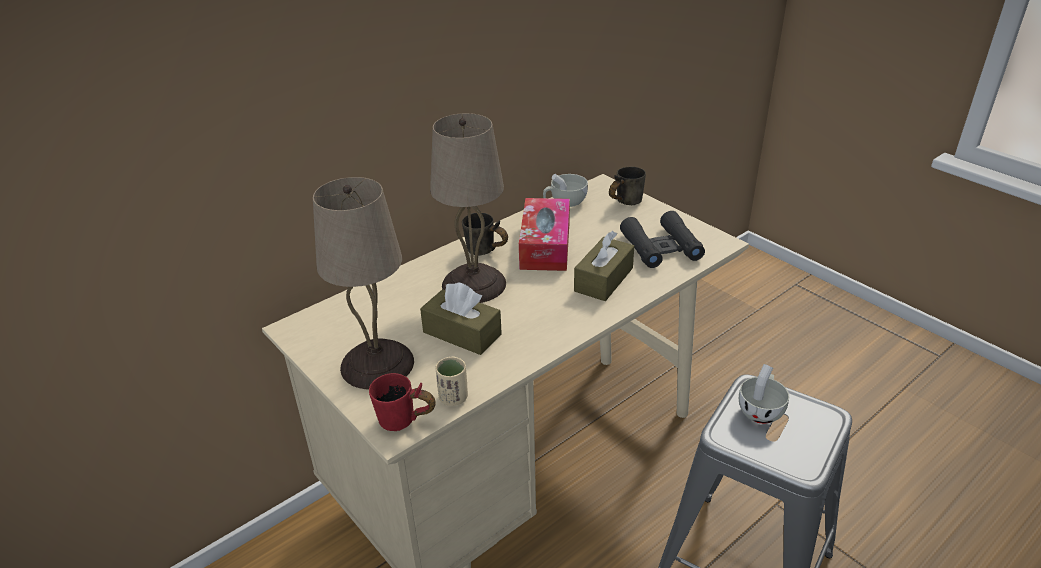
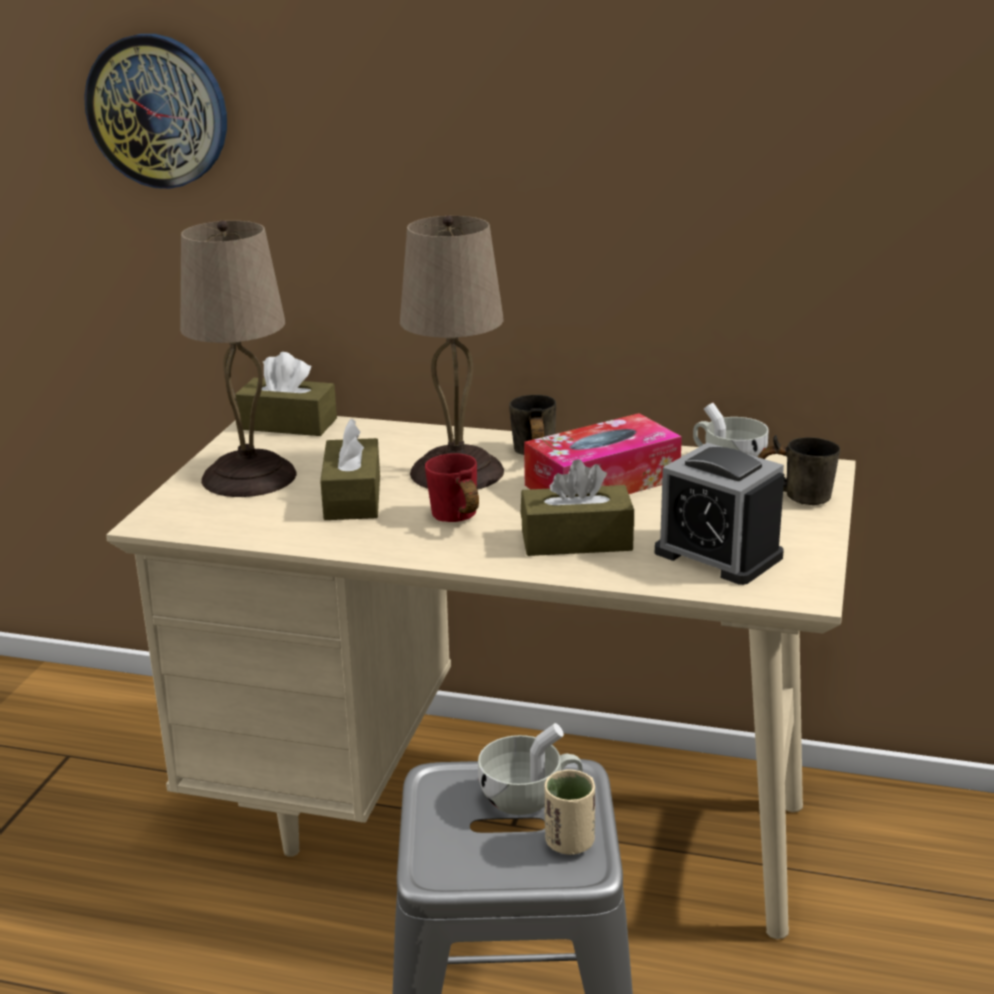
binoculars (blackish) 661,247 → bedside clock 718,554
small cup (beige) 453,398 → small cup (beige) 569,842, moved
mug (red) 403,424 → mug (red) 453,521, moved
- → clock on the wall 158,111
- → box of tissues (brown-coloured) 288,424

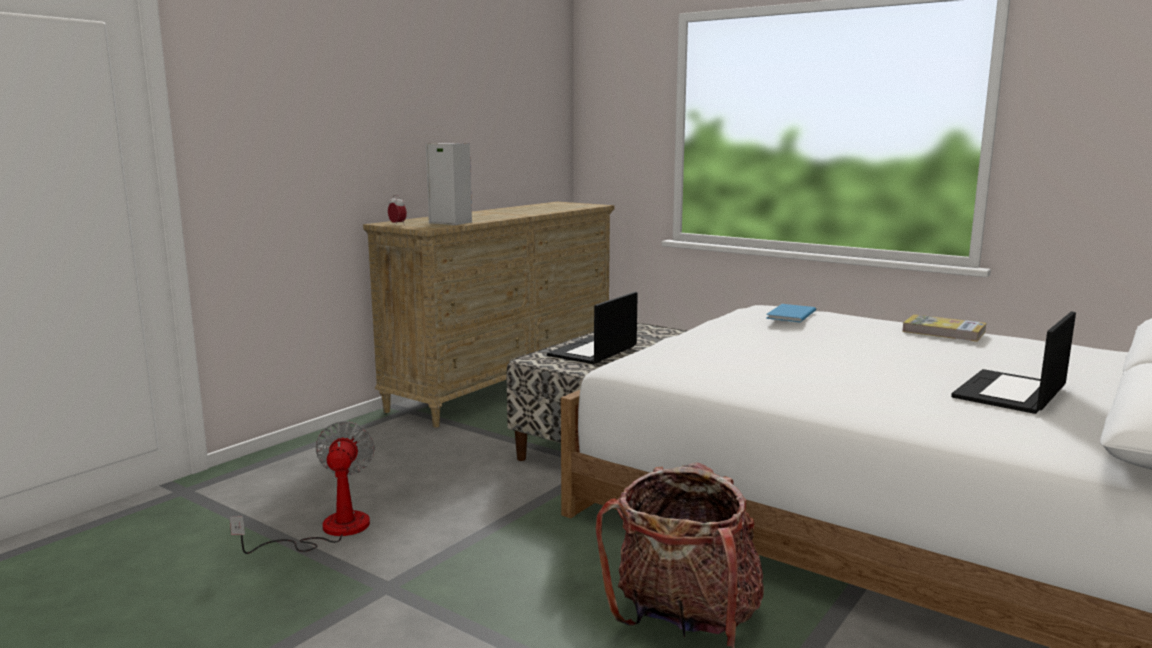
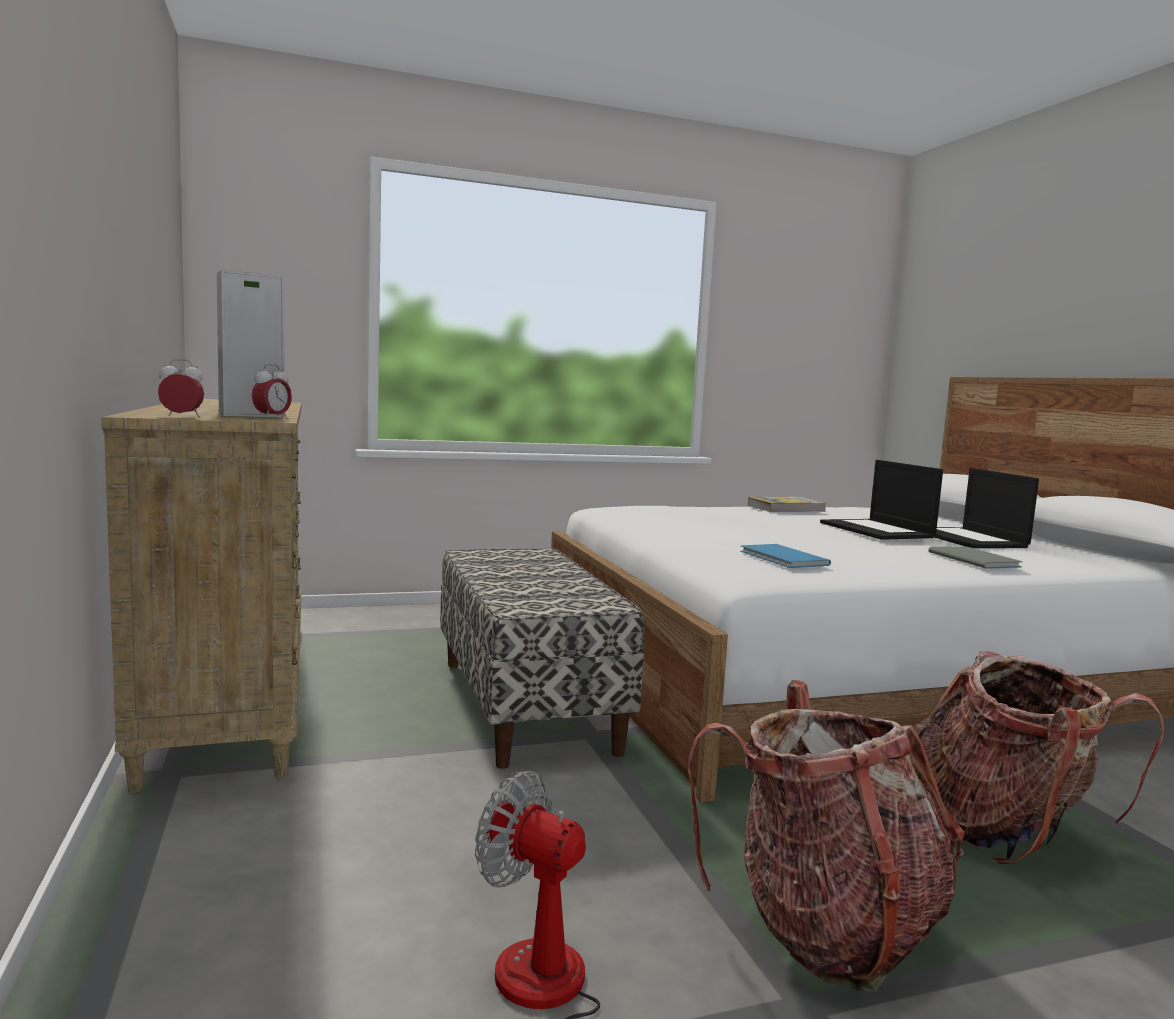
notebook computer 593,351 → notebook computer 877,530, moved
volume (blue) 789,315 → volume (blue) 783,558, moved
- → bedside clock 272,418
- → volume (greyish) 974,559
- → rucksack 827,927

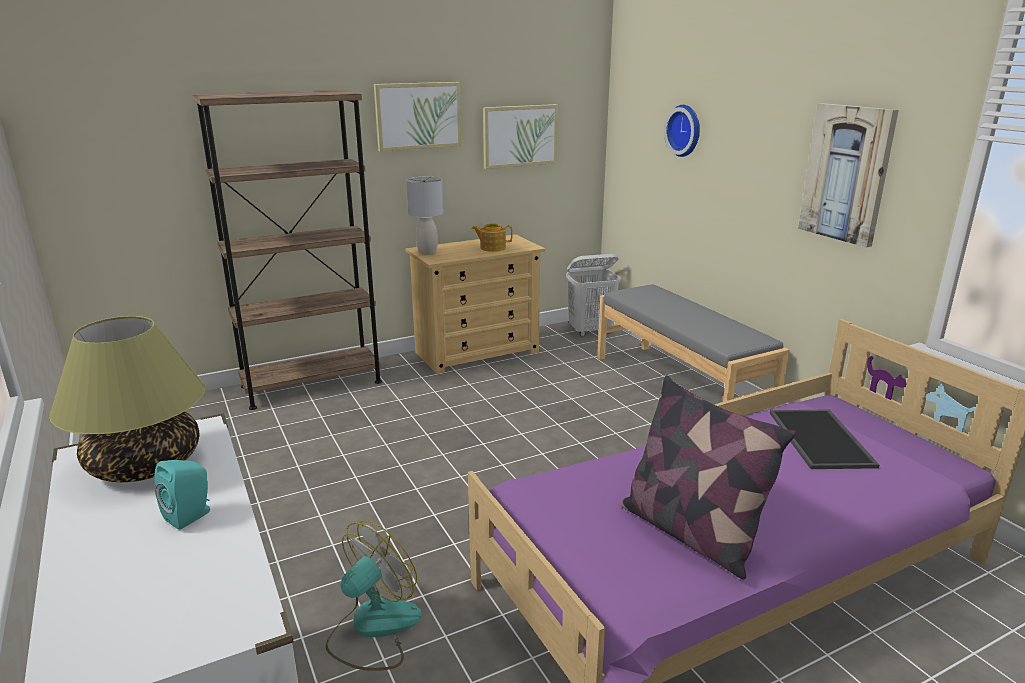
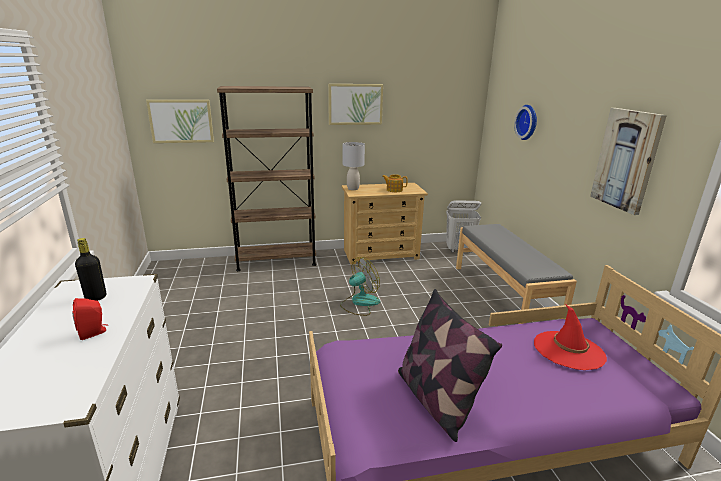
picture 519,136 → picture 181,121, moved
table lamp 146,464 → drink bottle (blackish) 96,297
serving tray 822,439 → wearable hat (red) 568,350
audio speaker (blue-green) 191,515 → audio speaker (red) 94,332
fan 373,628 → fan 359,303, moved

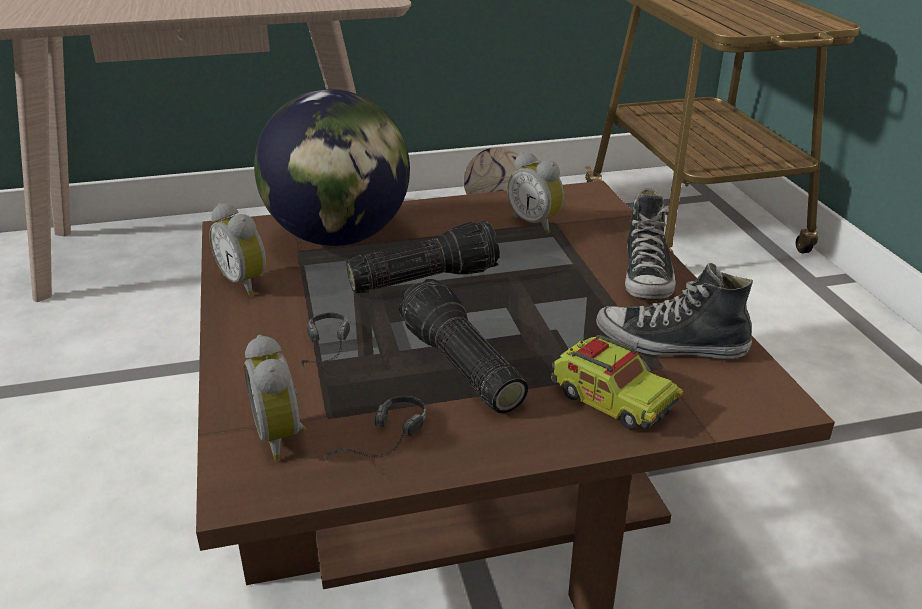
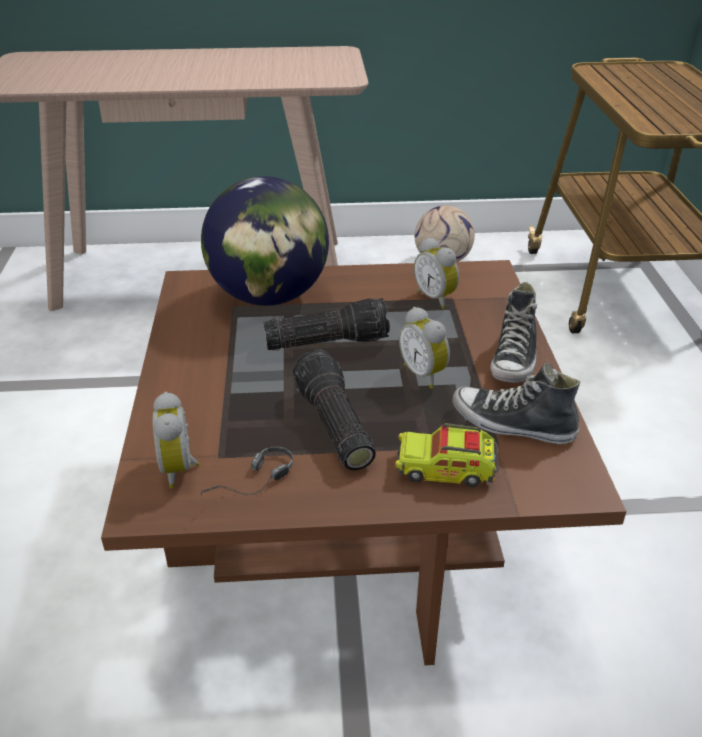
bedside clock 246,282 → bedside clock 425,374, moved
headset 327,354 → -
toy truck 611,400 → toy truck 445,469, 135 degrees clockwise

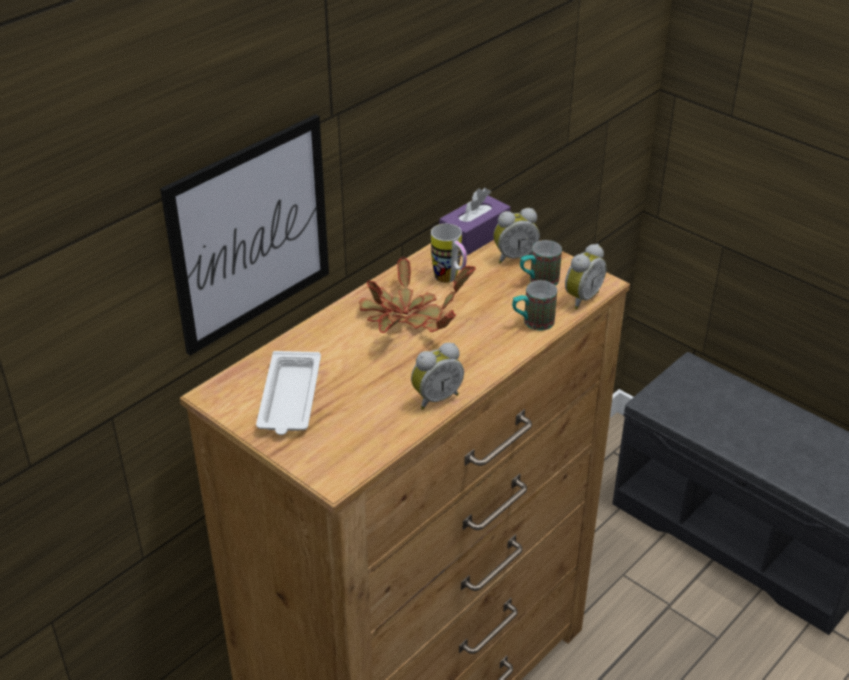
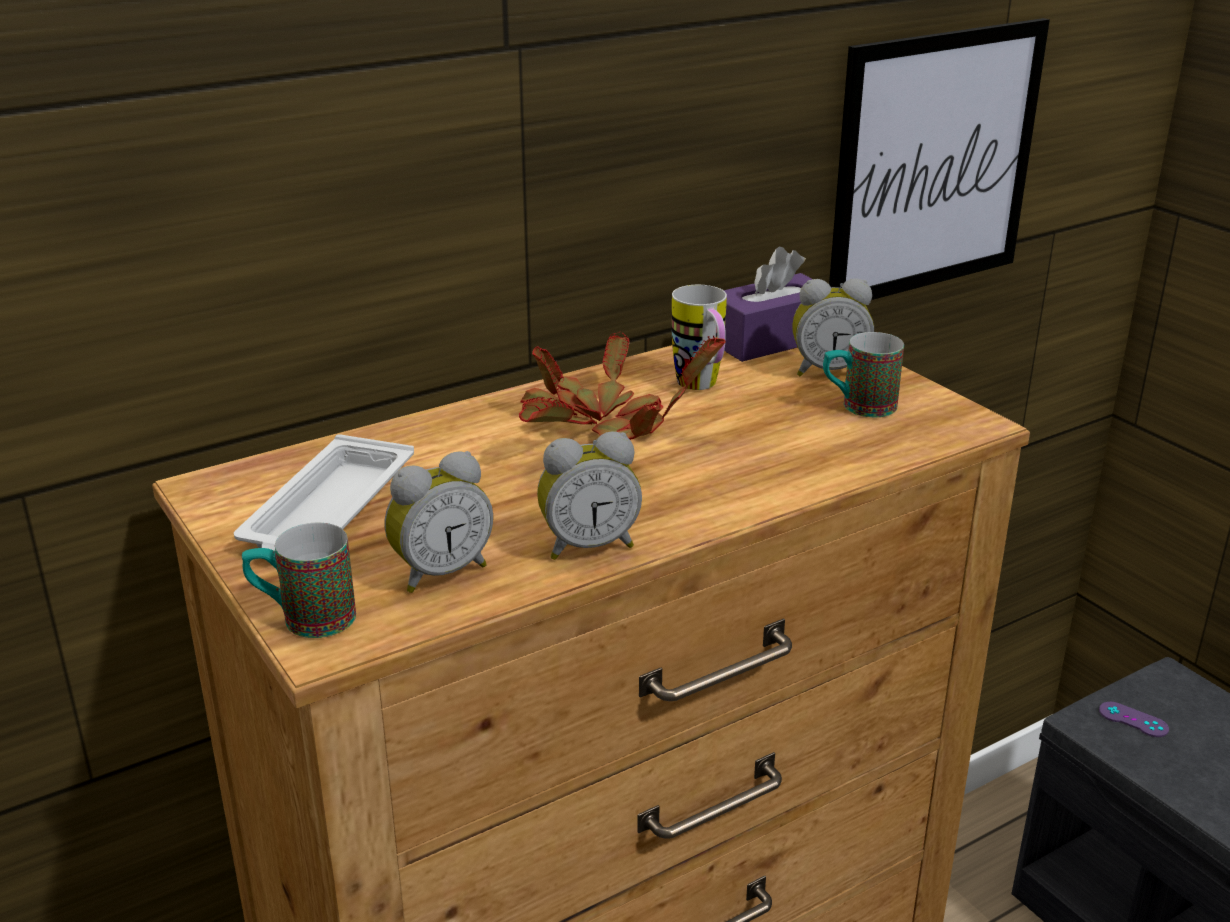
picture 250,234 → picture 935,163, moved
bedside clock 580,298 → bedside clock 440,572, moved
mug 532,323 → mug 304,619, moved
- → gamepad (purple) 1133,720

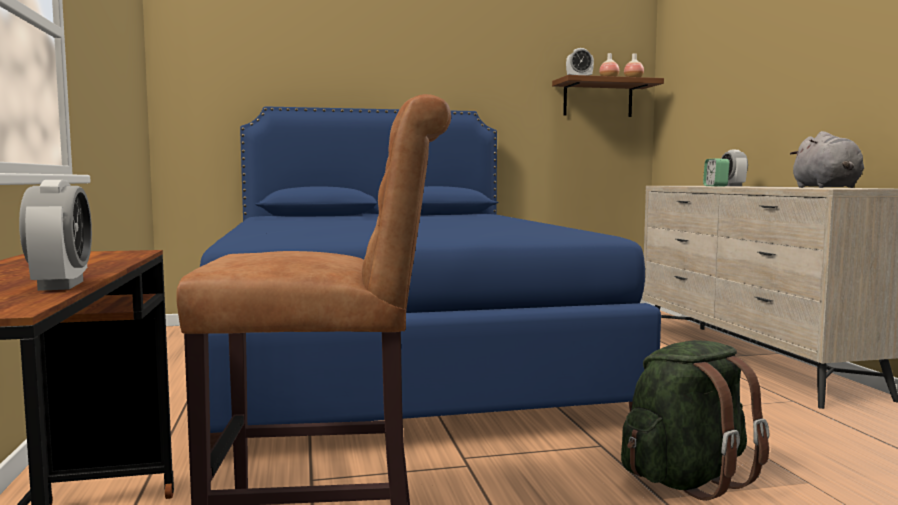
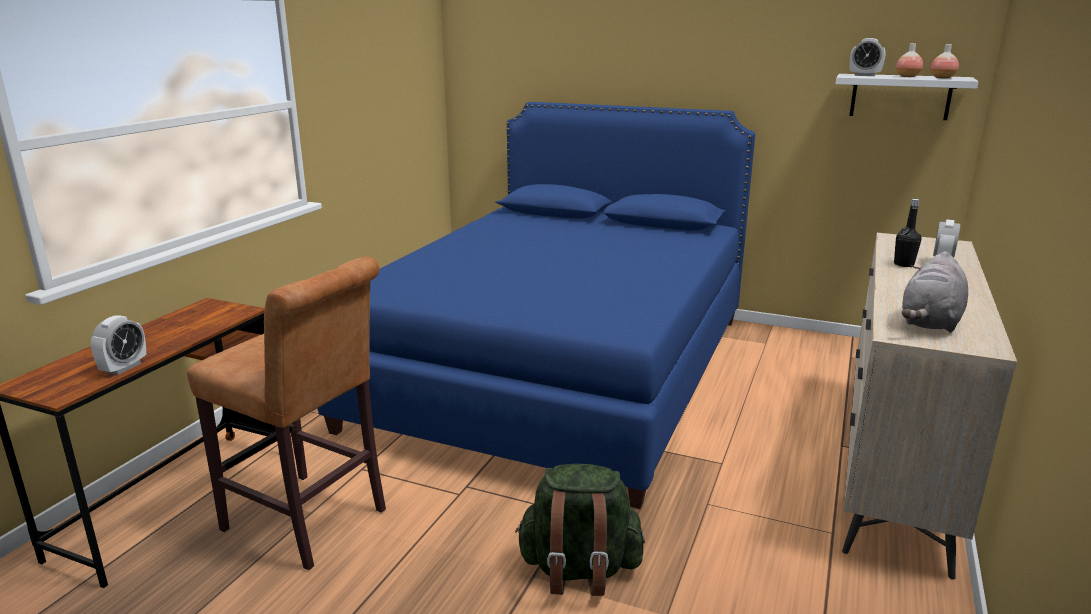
bracket shelf (brown-coloured) 597,99 → bracket shelf (whitish) 900,96
bedside clock 715,186 → drink bottle (blackish) 903,264

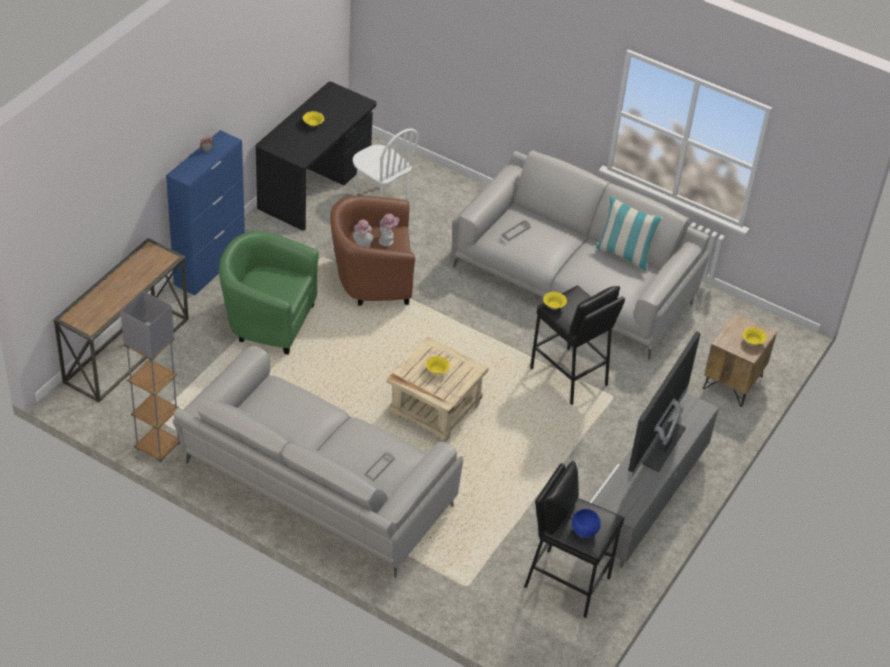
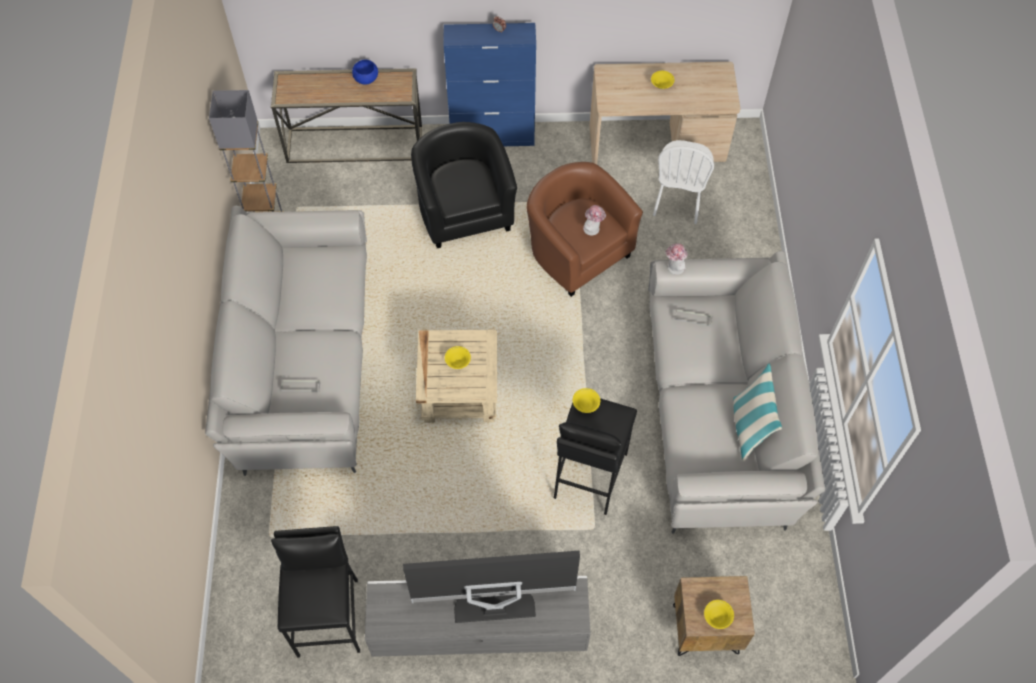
desk unit (blackish) 316,185 → desk unit (beige) 657,144
wearable hat 362,246 → wearable hat 673,268, moved
easy chair (green) 267,320 → easy chair (blackish) 464,211
bowl (blue) 584,530 → bowl (blue) 366,79, moved

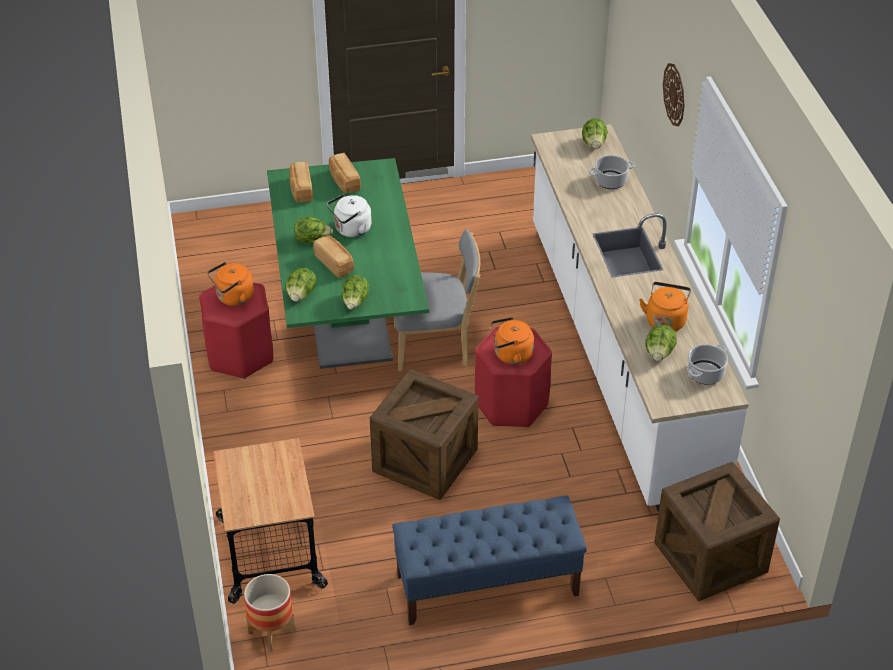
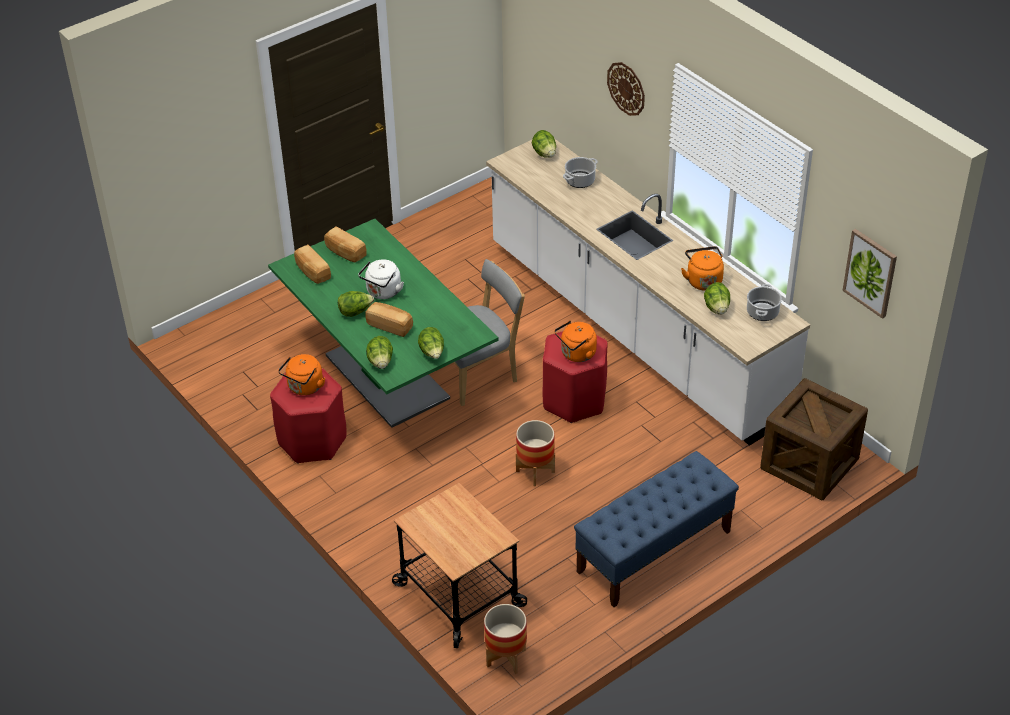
crate 425,460 → plant pot 535,471
- → picture 870,272

